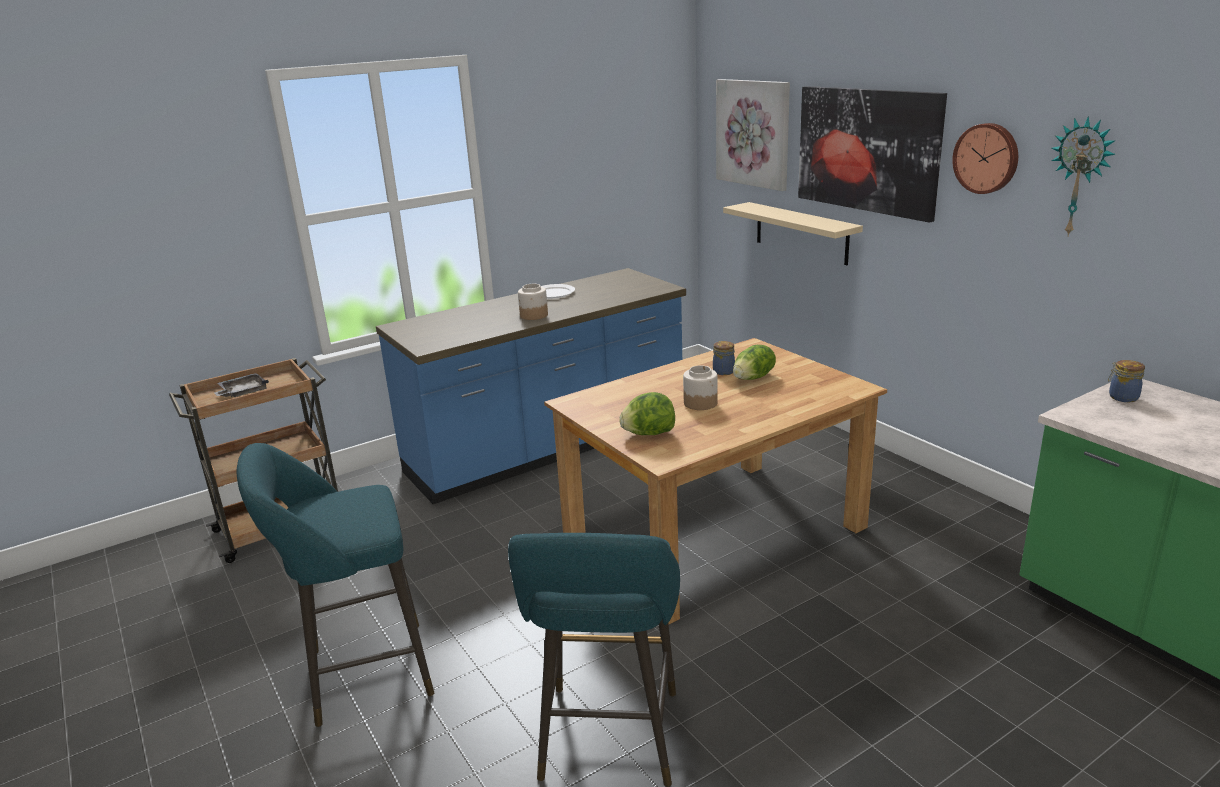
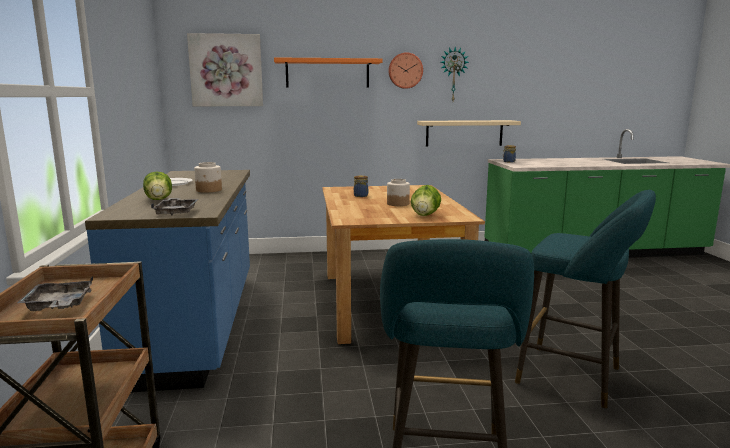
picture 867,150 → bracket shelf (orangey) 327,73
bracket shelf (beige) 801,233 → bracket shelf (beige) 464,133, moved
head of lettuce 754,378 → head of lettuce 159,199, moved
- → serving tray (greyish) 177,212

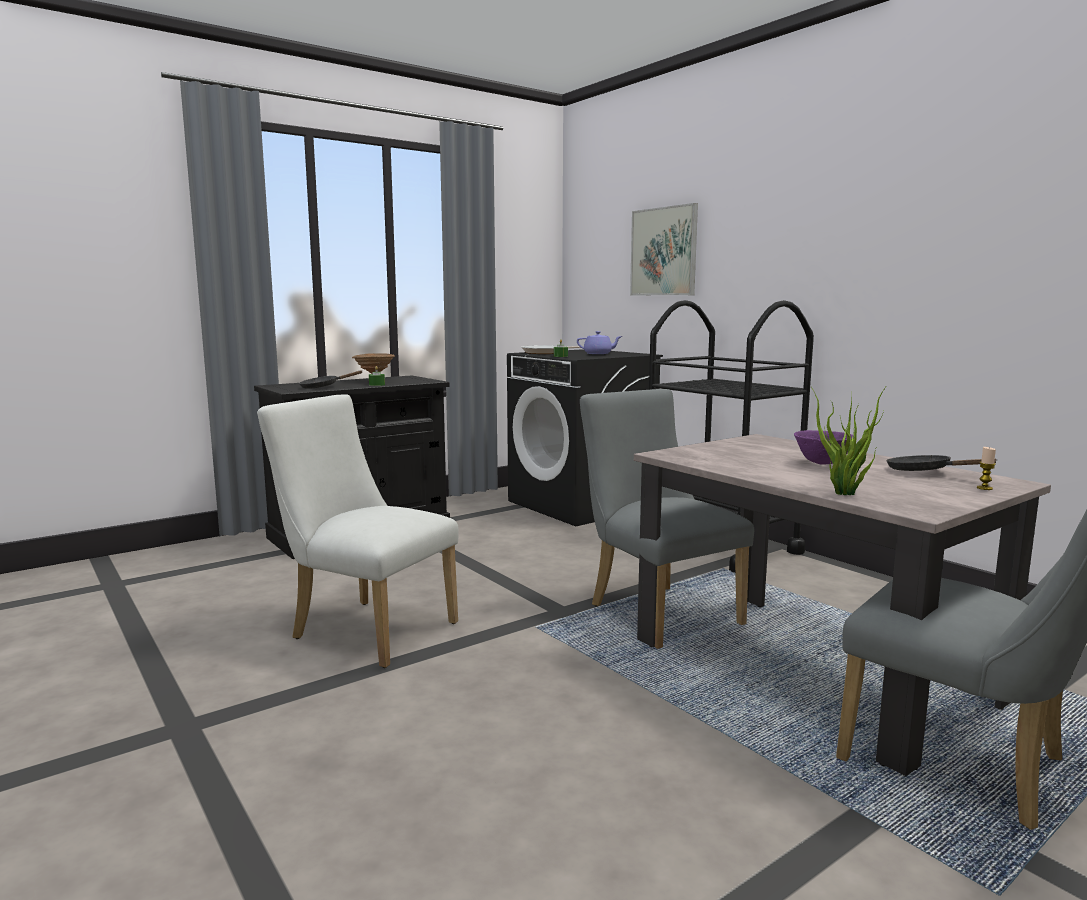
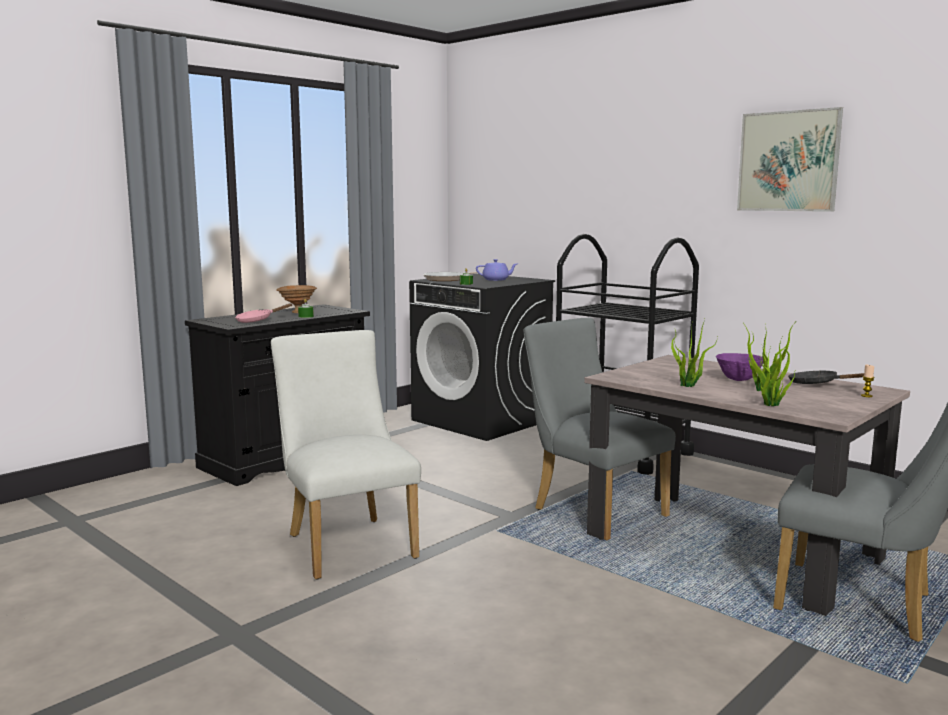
picture 663,251 → picture 788,161, moved
skillet (blackish) 323,387 → skillet (pink) 257,320
plain chair (whitish) 365,629 → plain chair (whitish) 347,543, 45 degrees clockwise
- → plant in a pot 689,386

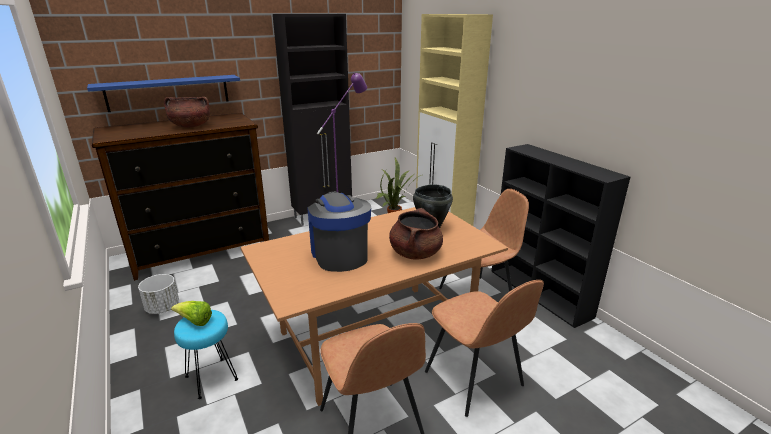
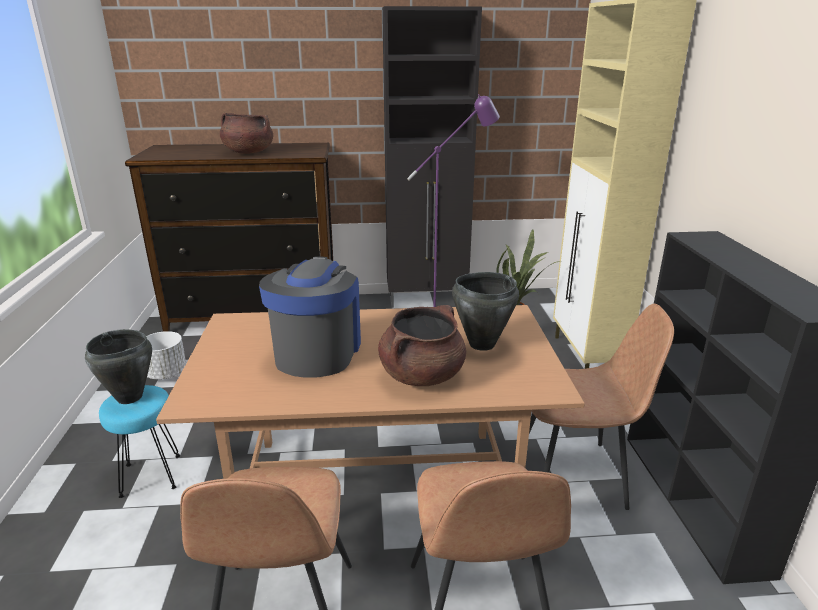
bracket shelf (blue) 168,92 → -
head of lettuce 195,322 → cooking pot (blackish) 129,398

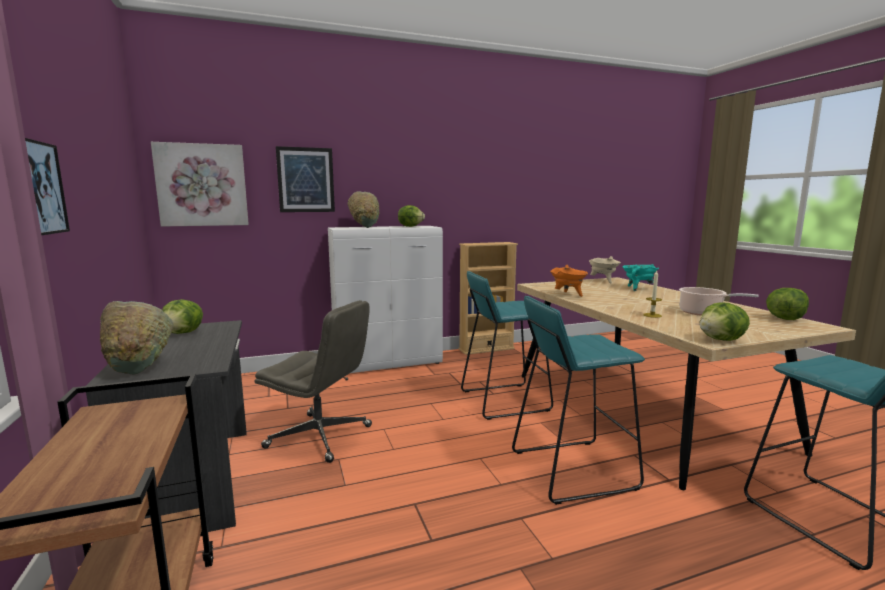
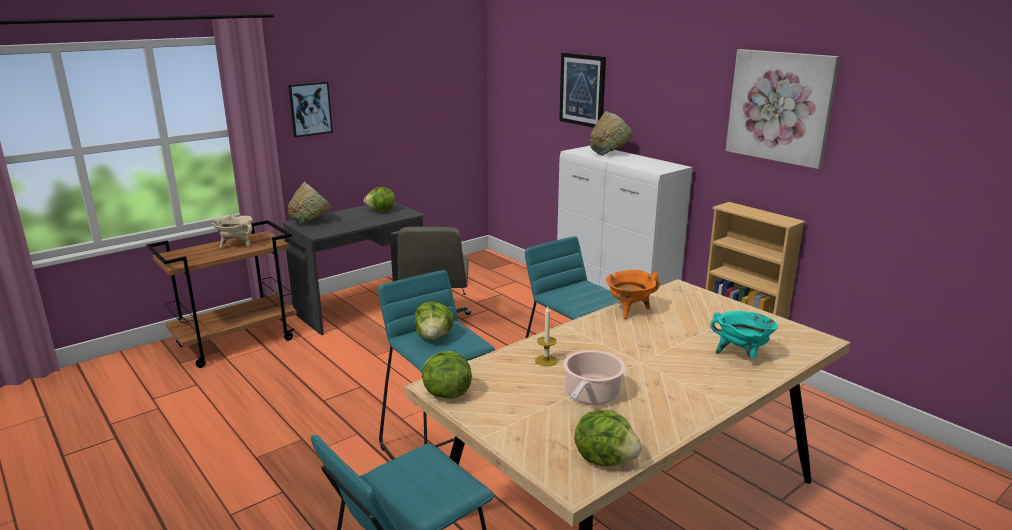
picture 202,185 → picture 780,106, moved
head of lettuce 411,226 → head of lettuce 434,337, moved
cooking pot (beige) 603,281 → cooking pot (beige) 236,245, moved

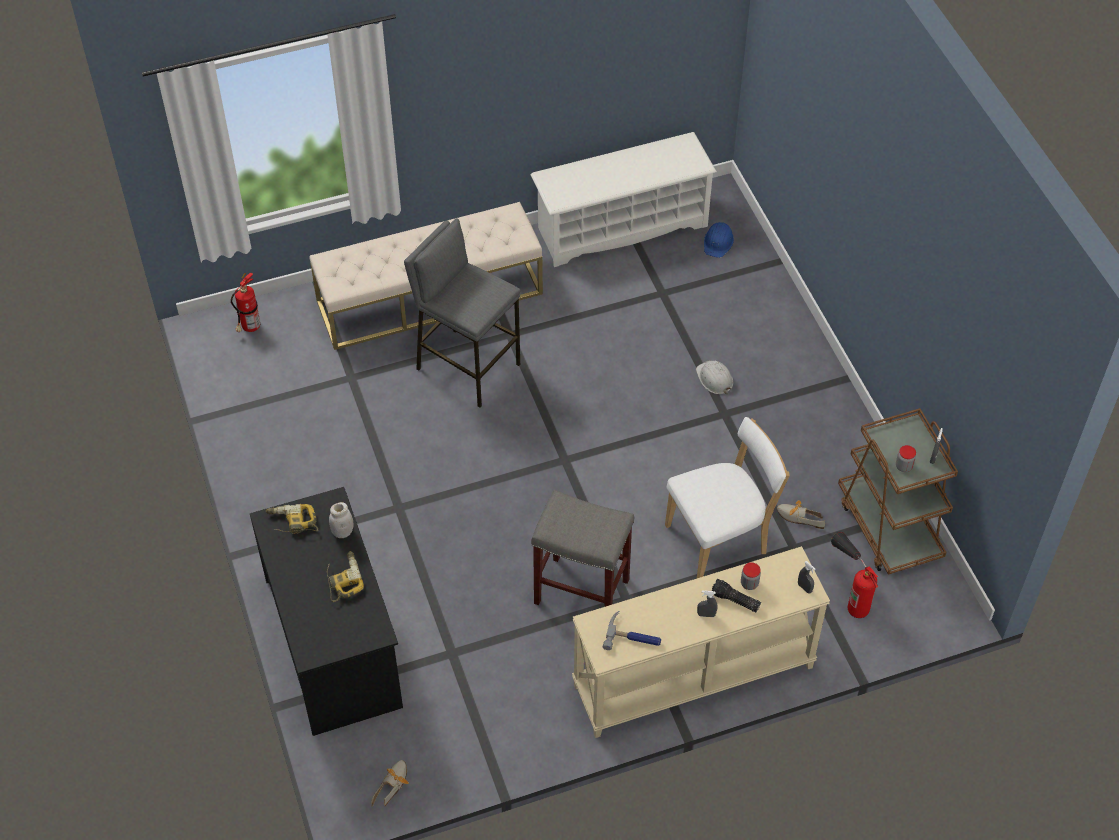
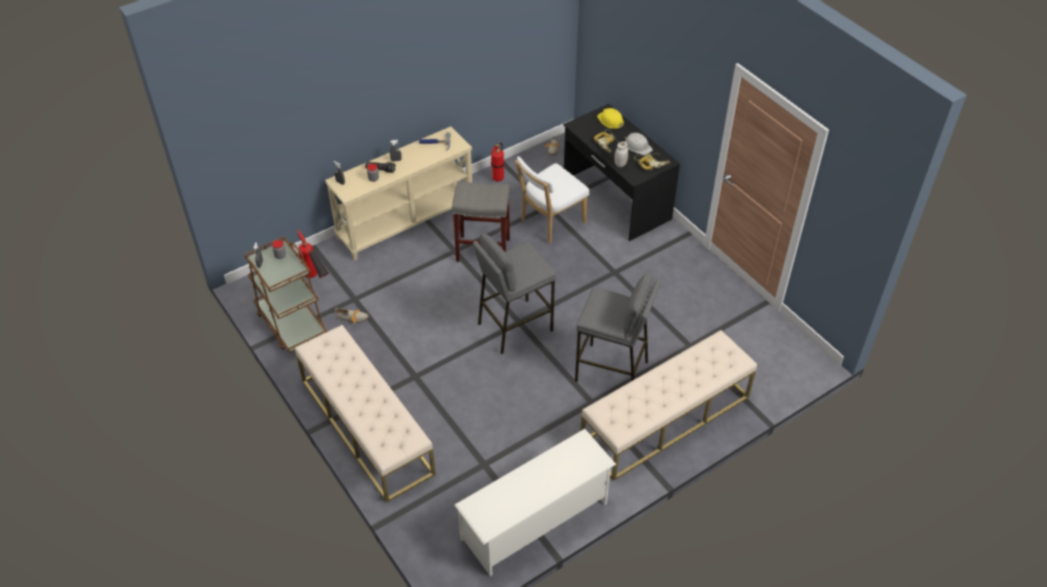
safety helmet (blue) 718,242 → -
fire-fighting cylinder 249,328 → fire-fighting cylinder 498,178, moved
safety helmet (whitish) 714,379 → safety helmet (whitish) 637,146, moved
plain chair (whitish) 720,538 → plain chair (whitish) 550,222, moved
- → safety helmet (yellowish) 610,121
- → sitting stool (greyish) 514,326
- → long seat (beige) 366,426

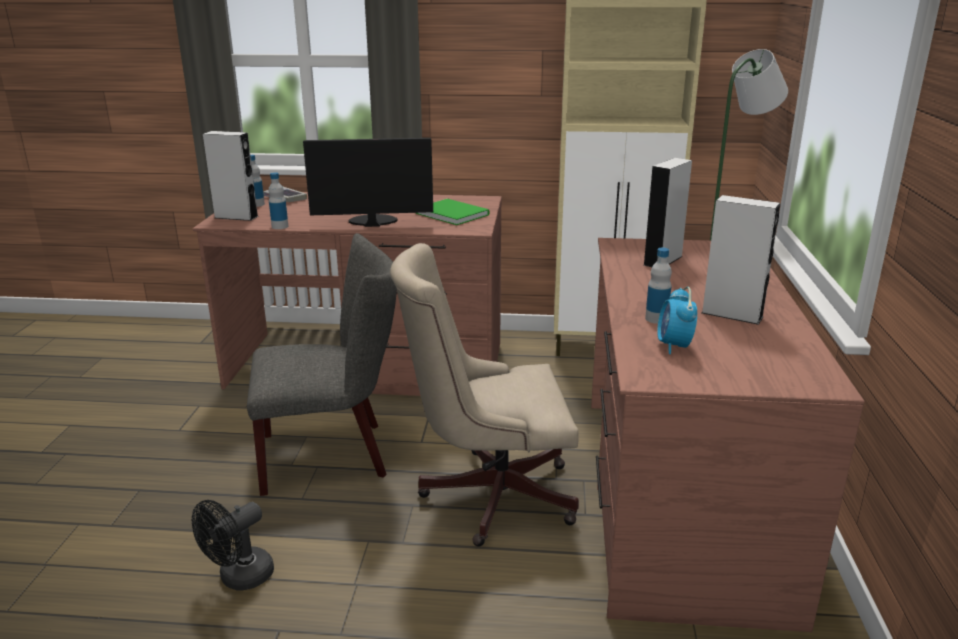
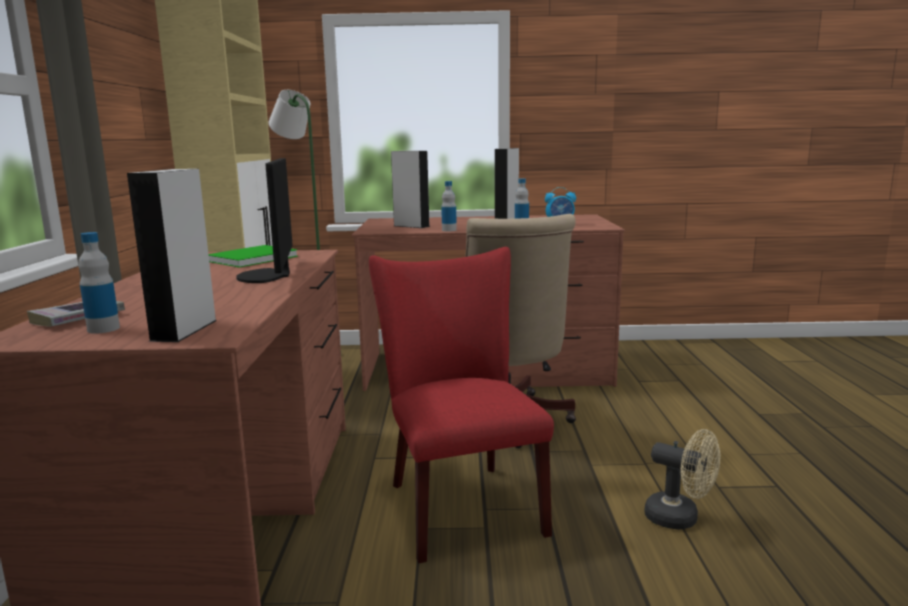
drink bottle 280,226 → drink bottle 449,230, moved
plain chair (greyish) 332,455 → plain chair (red) 459,503
fan (blackish) 239,578 → fan (beige) 680,519

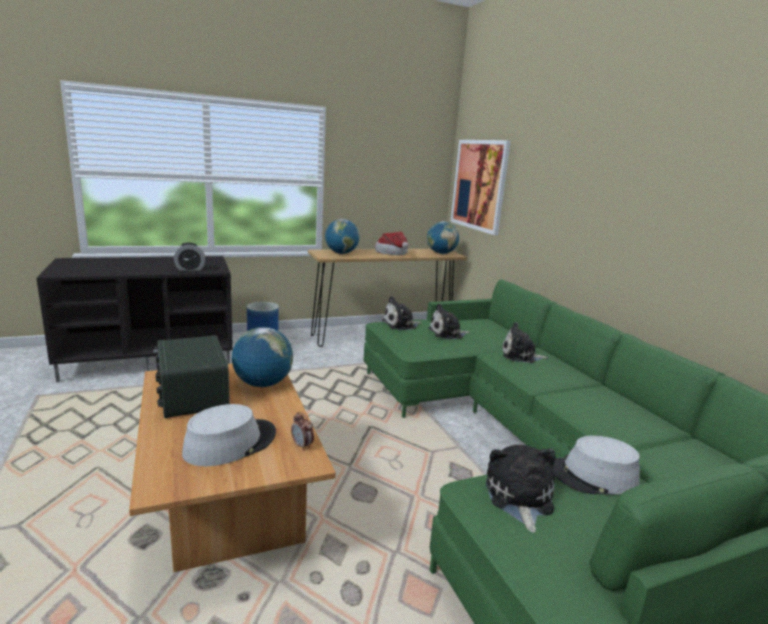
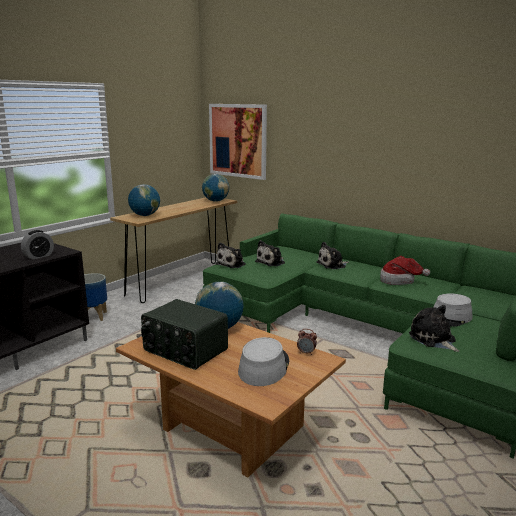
wearable hat 393,253 → wearable hat 400,281, moved

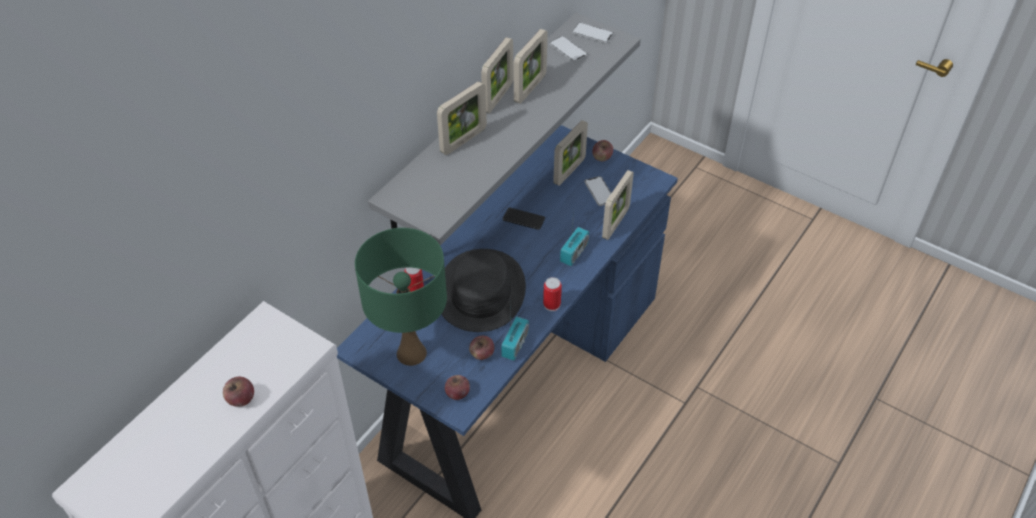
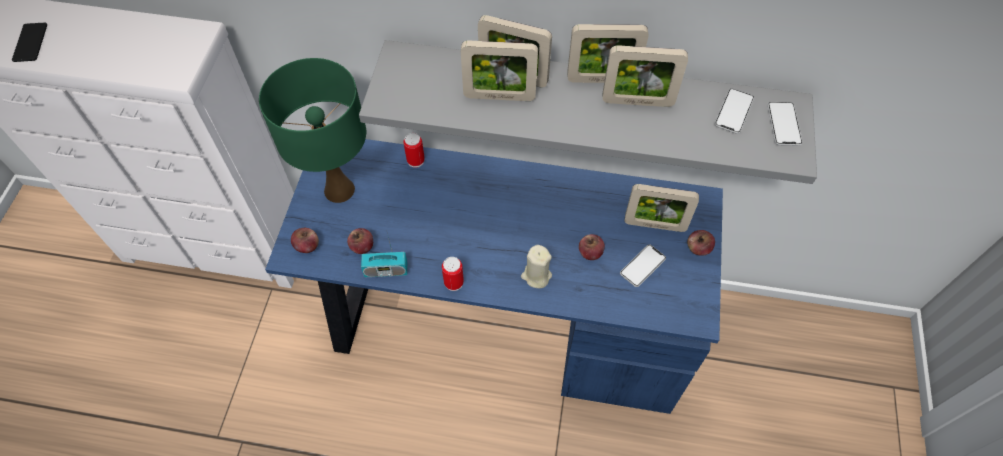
picture frame 615,223 → picture frame 499,96, moved
phone 523,219 → phone 30,43, moved
radio receiver 574,253 → candle (beige) 536,276
wearable hat (blackish) 480,291 → -
apple fruit 241,399 → apple fruit 590,253, moved

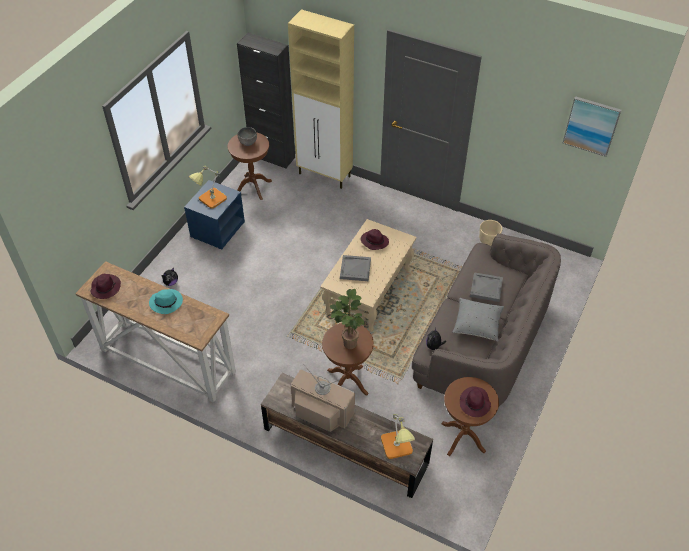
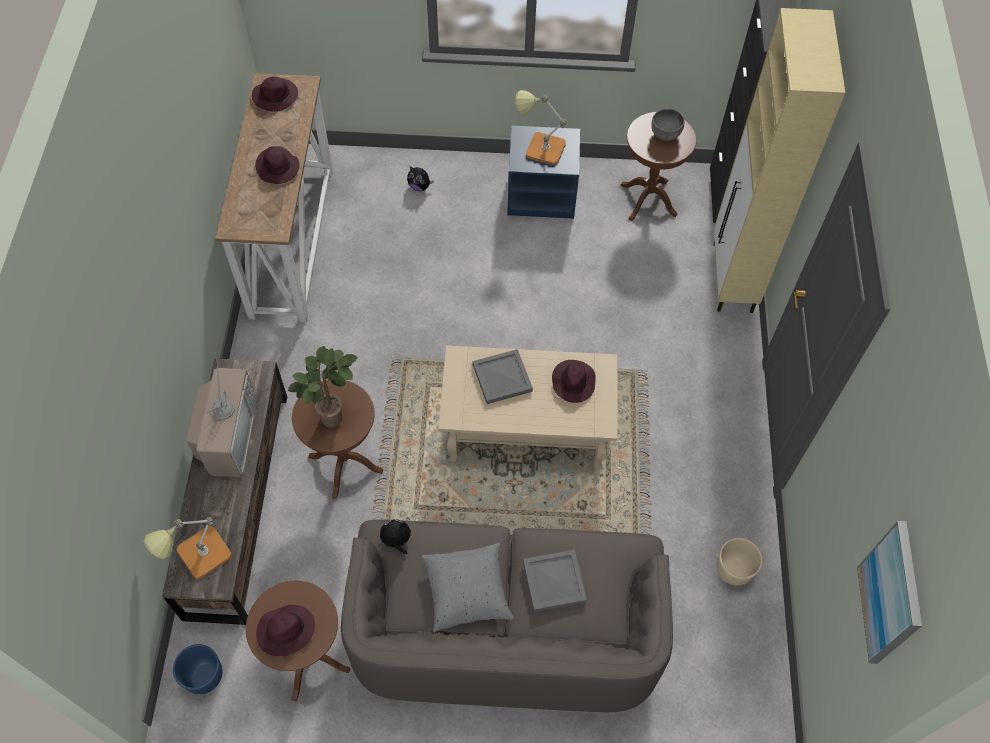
wearable hat (blue-green) 167,302 → wearable hat (purple) 278,168
- → plant pot (blue) 204,676

